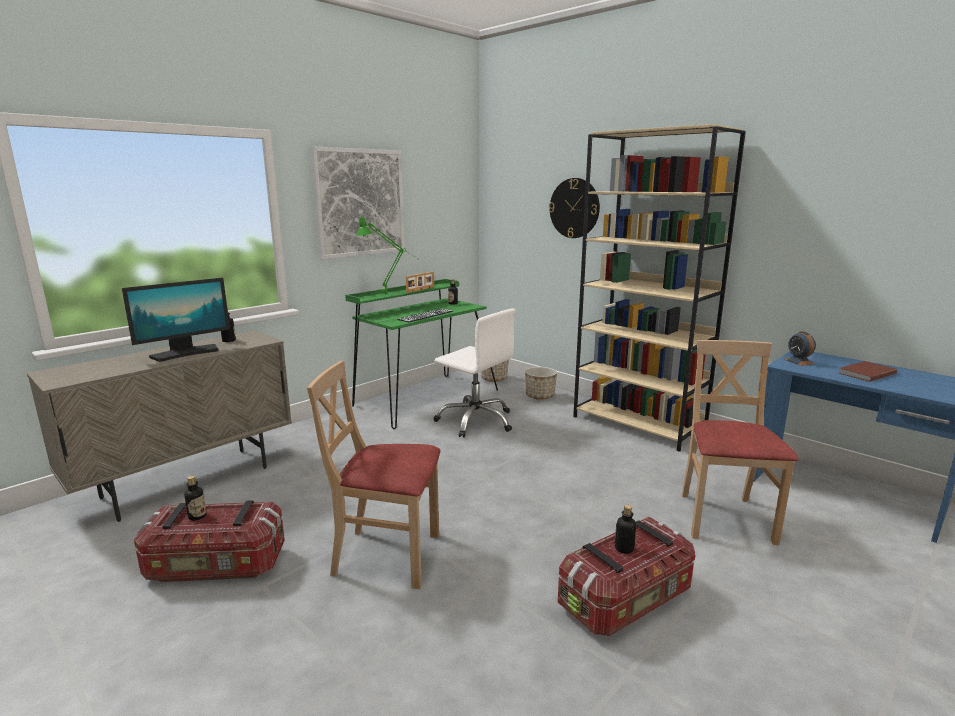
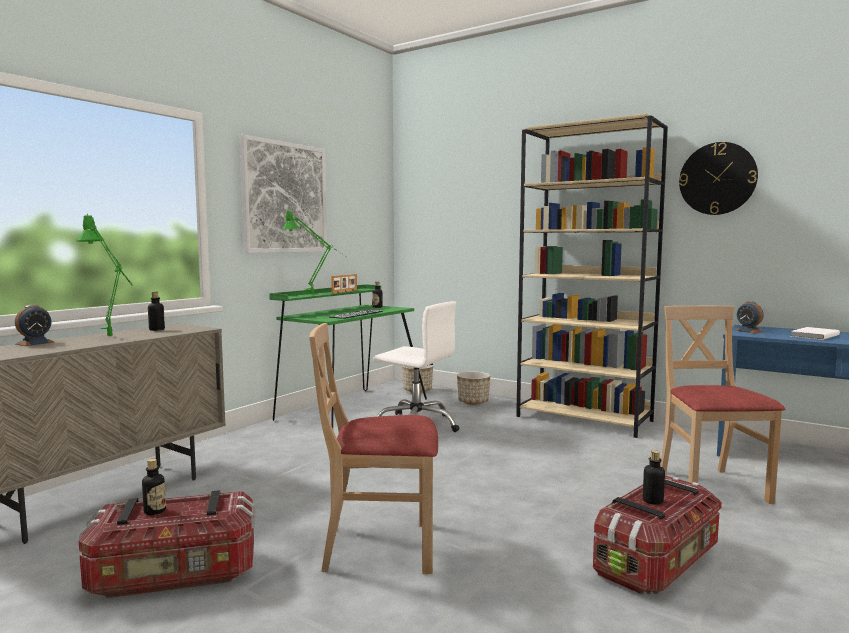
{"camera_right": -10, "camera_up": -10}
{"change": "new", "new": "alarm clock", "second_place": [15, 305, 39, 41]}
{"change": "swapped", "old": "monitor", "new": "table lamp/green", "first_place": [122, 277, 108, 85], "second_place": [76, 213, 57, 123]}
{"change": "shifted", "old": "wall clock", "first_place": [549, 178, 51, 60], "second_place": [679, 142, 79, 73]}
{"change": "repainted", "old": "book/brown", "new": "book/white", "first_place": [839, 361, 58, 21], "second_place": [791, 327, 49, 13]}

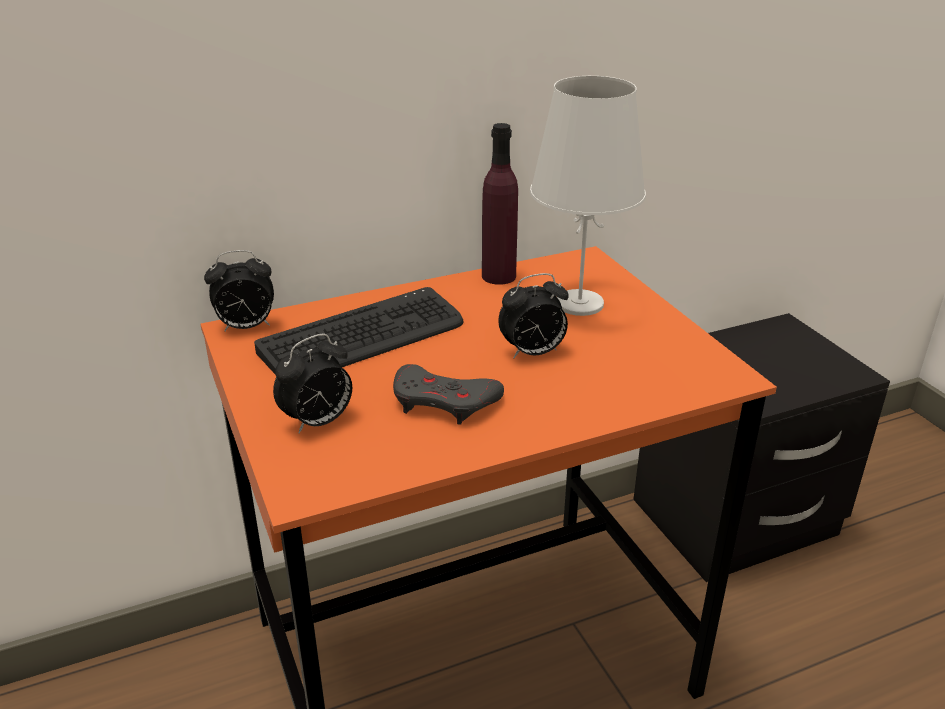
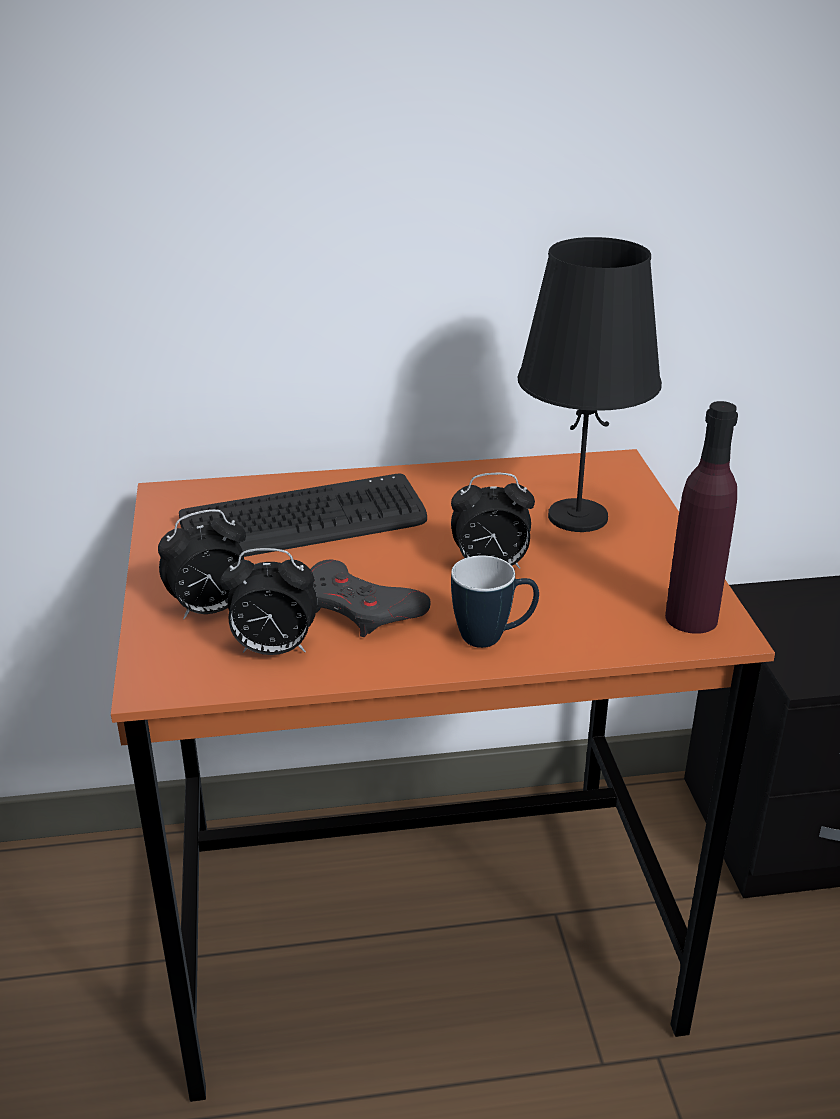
{"camera_right": 15, "camera_up": 0}
{"change": "shifted", "old": "alarm clock", "first_place": [204, 250, 70, 81], "second_place": [220, 548, 97, 107]}
{"change": "new", "new": "mug", "second_place": [451, 555, 88, 93]}
{"change": "repainted", "old": "table lamp/white", "new": "table lamp/black", "first_place": [530, 76, 116, 240], "second_place": [517, 237, 145, 295]}
{"change": "shifted", "old": "bottle/purple", "first_place": [482, 123, 36, 162], "second_place": [665, 401, 73, 233]}

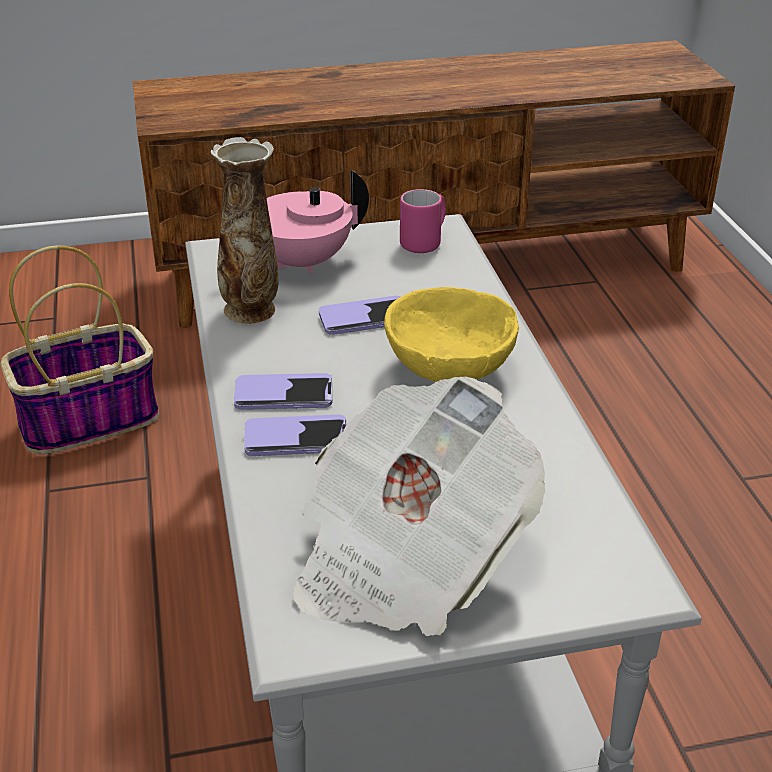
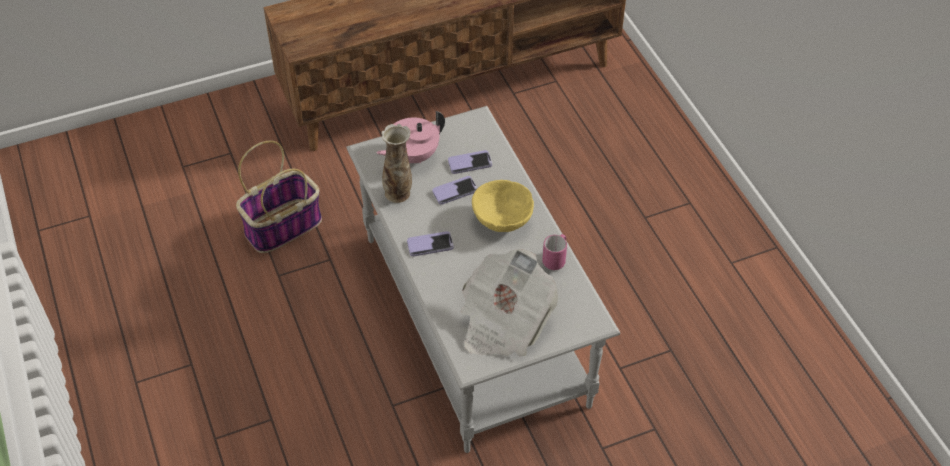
{"camera_right": -10, "camera_up": 15}
{"change": "shifted", "old": "phone", "first_place": [244, 414, 103, 42], "second_place": [448, 150, 44, 24]}
{"change": "shifted", "old": "mug/pink", "first_place": [400, 189, 46, 64], "second_place": [542, 234, 25, 36]}

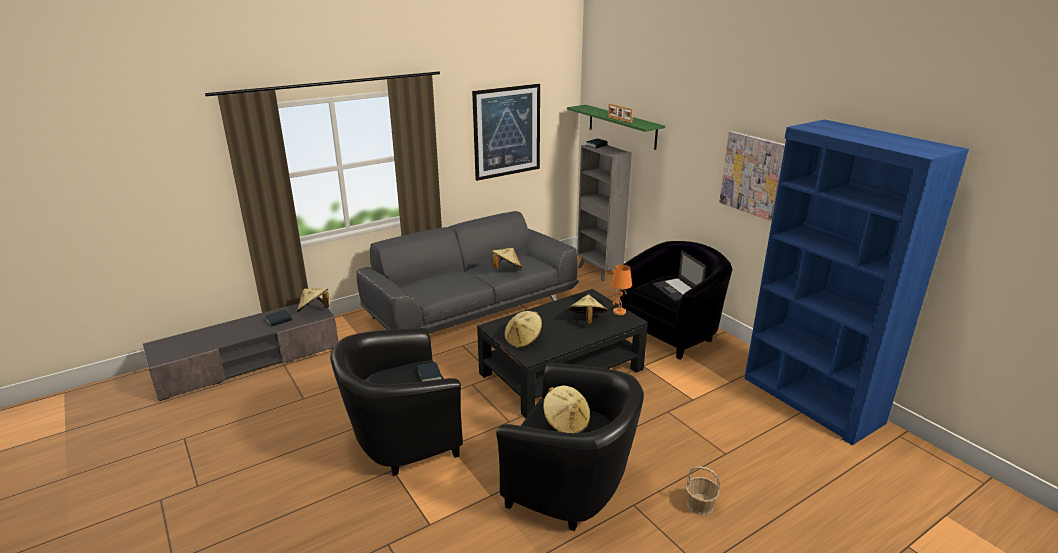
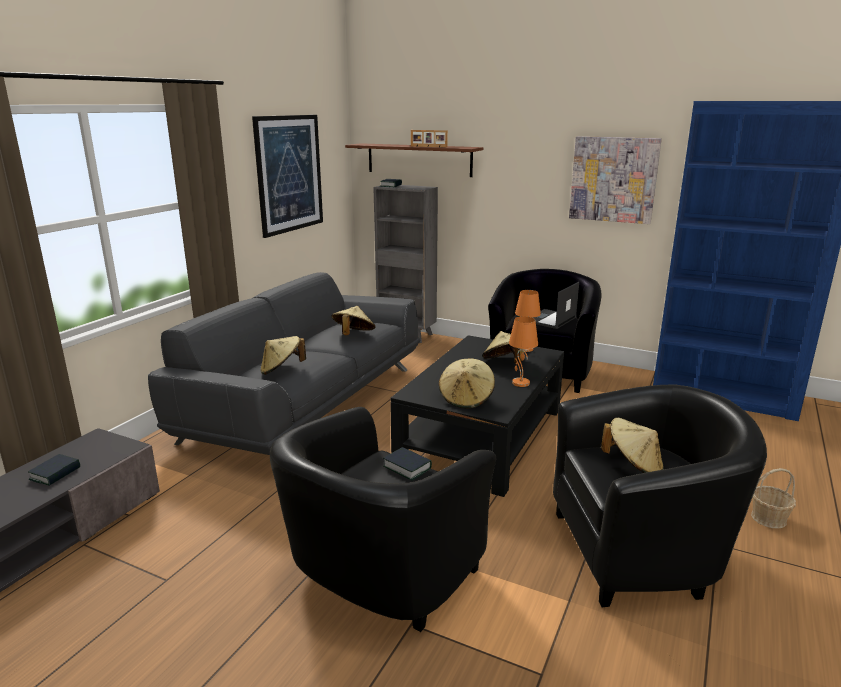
{"camera_right": -30, "camera_up": -5}
{"change": "shifted", "old": "hat/beige", "first_place": [297, 288, 32, 24], "second_place": [260, 336, 46, 39]}
{"change": "repainted", "old": "shelf/green", "new": "shelf/brown", "first_place": [567, 105, 98, 45], "second_place": [345, 143, 138, 34]}
{"change": "new", "new": "table lamp/orange", "second_place": [509, 316, 29, 71]}
{"change": "rotated", "old": "laptop", "first_place": [653, 250, 53, 51], "second_place": [533, 282, 46, 47], "degrees": 90}

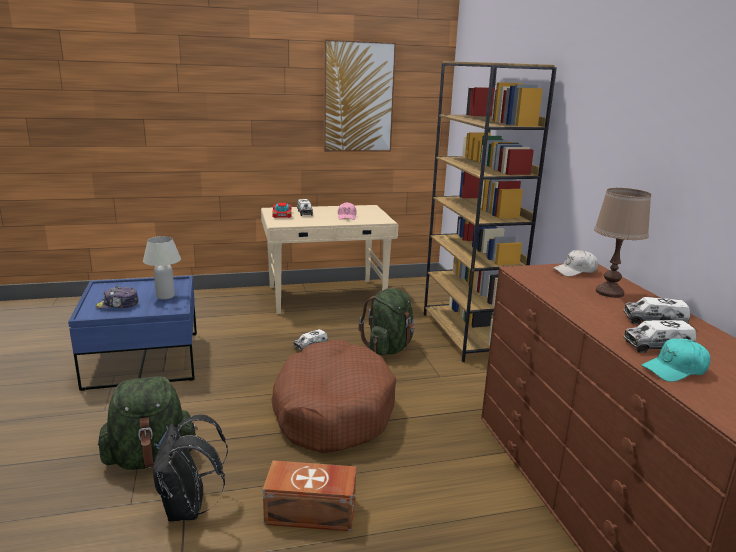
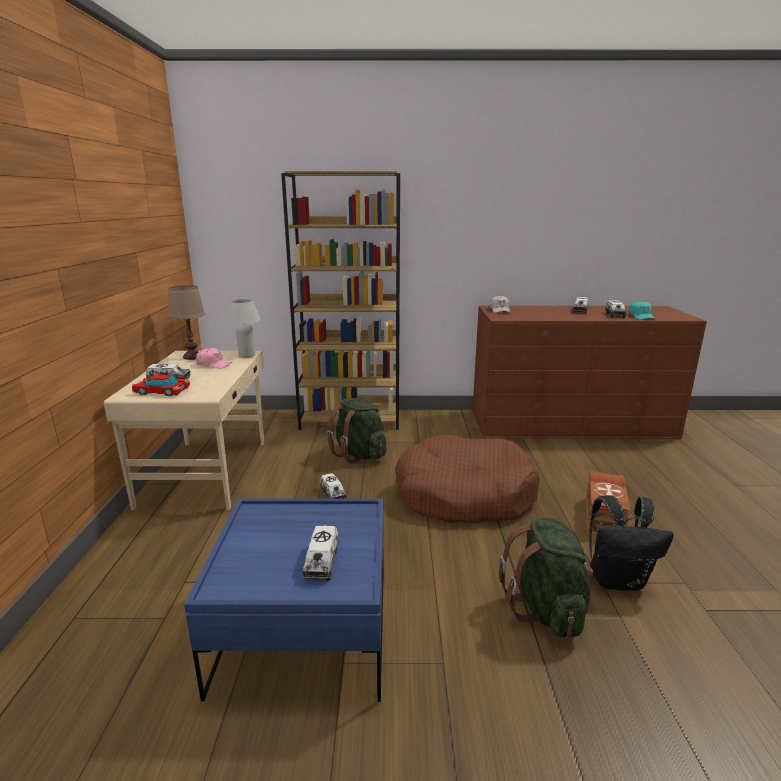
{"camera_right": -75, "camera_up": 0}
{"change": "shifted", "old": "table lamp/brown", "first_place": [594, 188, 57, 110], "second_place": [169, 285, 36, 75]}
{"change": "shifted", "old": "table lamp/white", "first_place": [143, 236, 38, 64], "second_place": [226, 299, 35, 59]}
{"change": "swapped", "old": "cap", "new": "toy truck", "first_place": [96, 287, 43, 22], "second_place": [302, 526, 37, 55]}
{"change": "gone", "old": "picture", "first_place": [323, 39, 73, 113]}

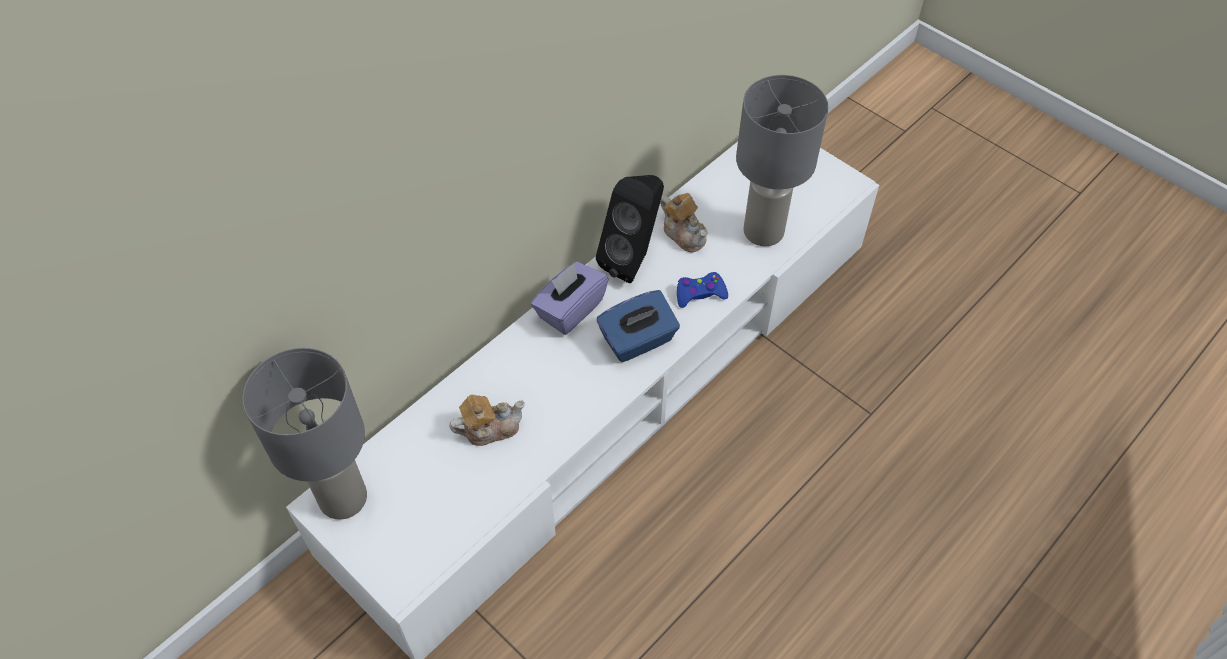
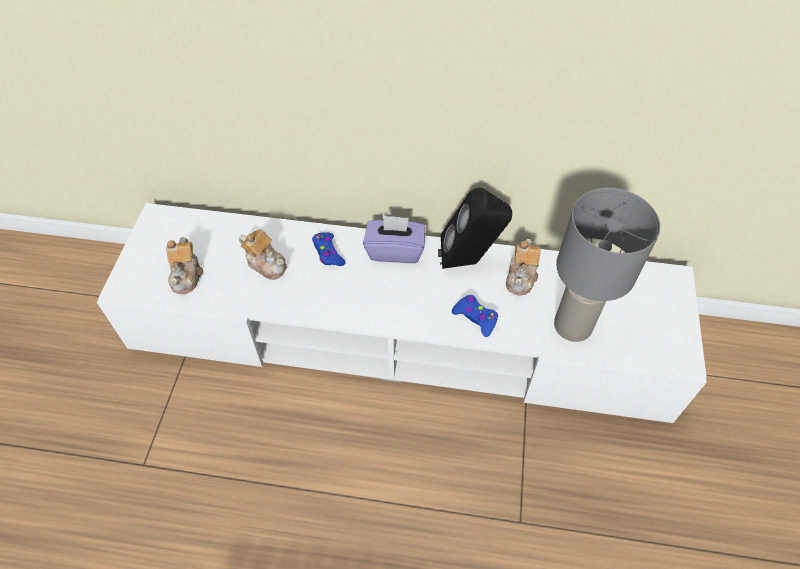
{"camera_right": 55, "camera_up": 0}
{"change": "new", "new": "teapot", "second_place": [166, 237, 37, 57]}
{"change": "new", "new": "game controller/blue", "second_place": [312, 232, 33, 34]}
{"change": "gone", "old": "table lamp/grey", "first_place": [242, 348, 125, 172]}
{"change": "gone", "old": "tissue box/blue", "first_place": [597, 290, 83, 72]}

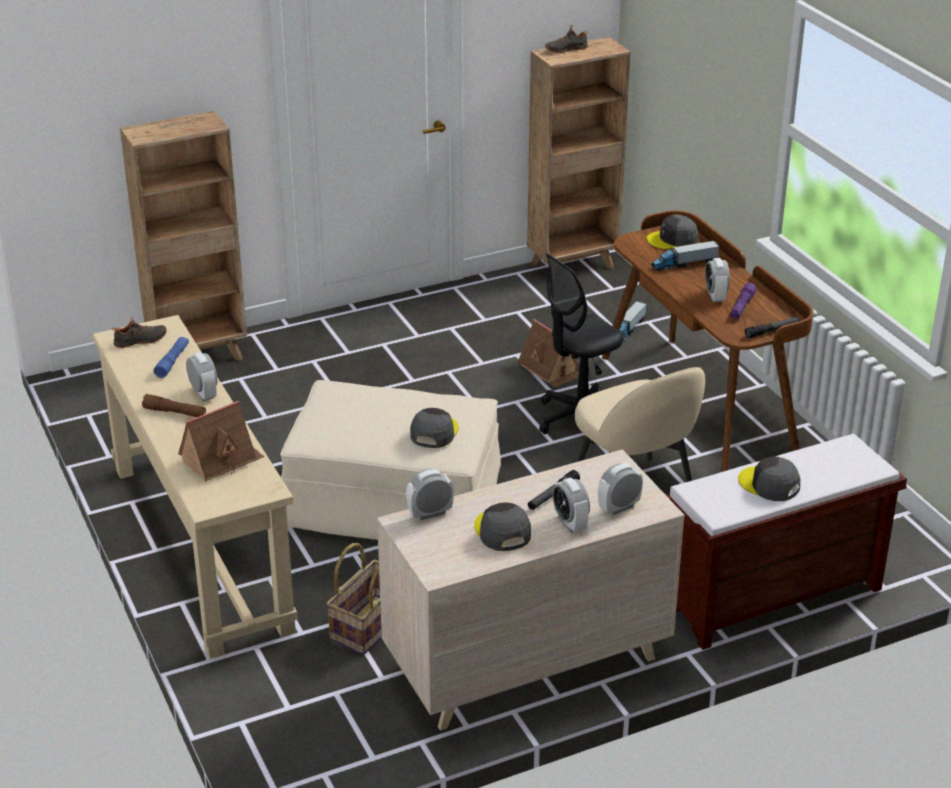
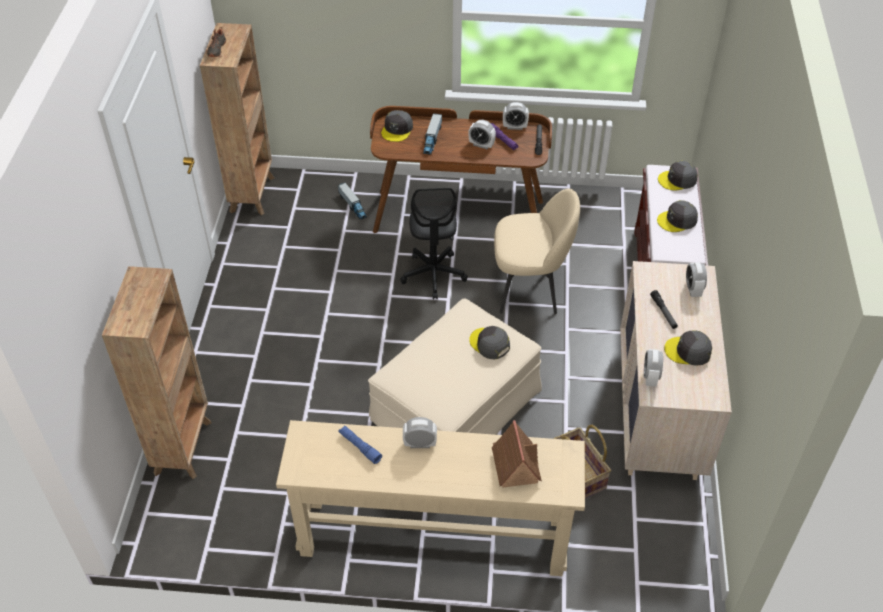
{"camera_right": -60, "camera_up": 15}
{"change": "shifted", "old": "alarm clock", "first_place": [552, 478, 38, 55], "second_place": [503, 102, 26, 28]}
{"change": "new", "new": "cap/grey", "second_place": [658, 161, 40, 30]}
{"change": "gone", "old": "shoe/black", "first_place": [112, 317, 55, 31]}
{"change": "gone", "old": "flashlight/brown", "first_place": [142, 394, 64, 23]}
{"change": "gone", "old": "toy house", "first_place": [518, 319, 61, 68]}

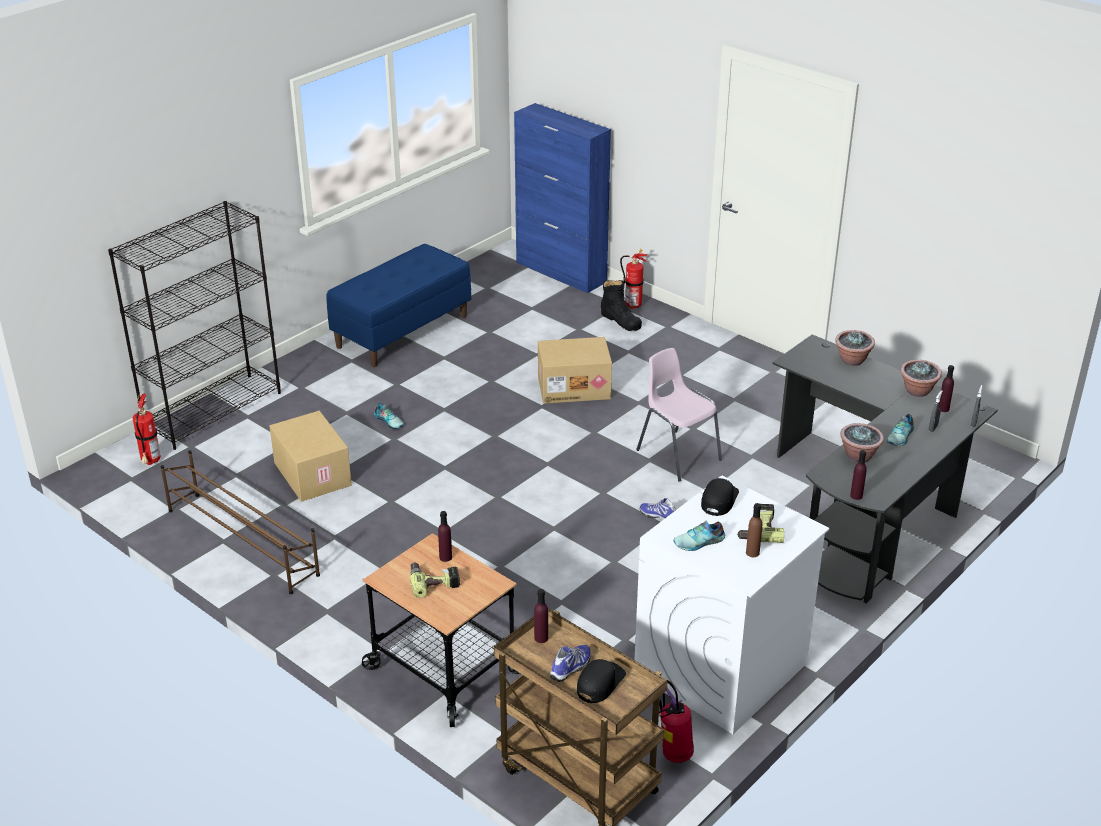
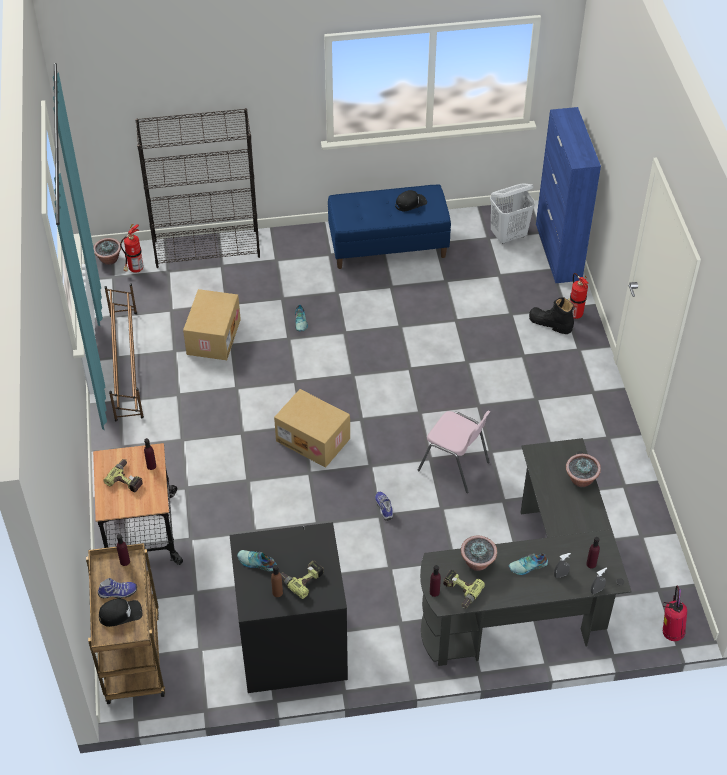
{"camera_right": 40, "camera_up": 15}
{"change": "shifted", "old": "potted plant", "first_place": [901, 360, 41, 37], "second_place": [93, 238, 28, 27]}
{"change": "repainted", "old": "washing machine/white", "new": "washing machine/black", "first_place": [635, 475, 195, 259], "second_place": [230, 522, 118, 171]}
{"change": "shifted", "old": "cardboard box", "first_place": [538, 337, 74, 67], "second_place": [274, 389, 76, 79]}
{"change": "shifted", "old": "cap/black", "first_place": [701, 478, 38, 38], "second_place": [395, 190, 32, 21]}
{"change": "rotated", "old": "chair/pink", "first_place": [636, 348, 86, 134], "second_place": [417, 411, 73, 82], "degrees": 120}
{"change": "new", "new": "power drill", "second_place": [443, 570, 42, 38]}
{"change": "new", "new": "laundry basket/white", "second_place": [490, 183, 45, 61]}
{"change": "rotated", "old": "boot/black", "first_place": [601, 280, 41, 51], "second_place": [529, 297, 46, 37], "degrees": 120}
{"change": "shifted", "old": "fire extinguisher", "first_place": [659, 681, 35, 82], "second_place": [663, 585, 24, 56]}

